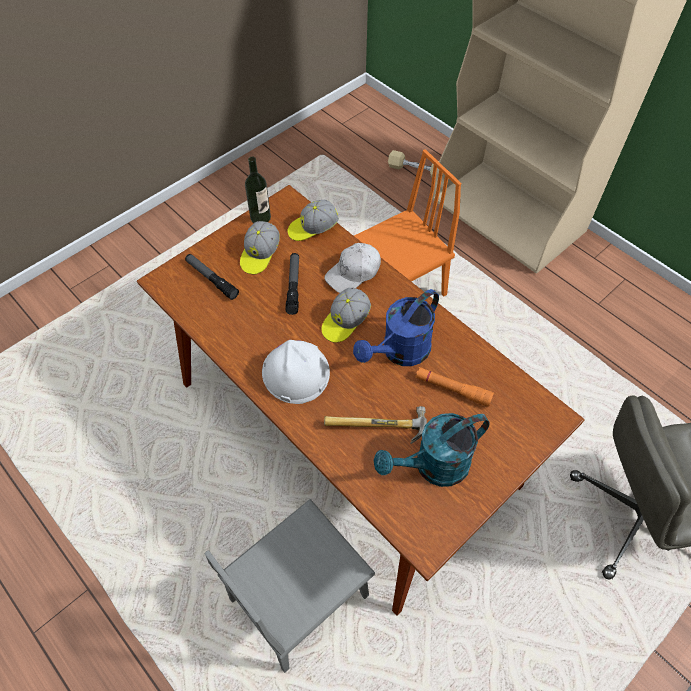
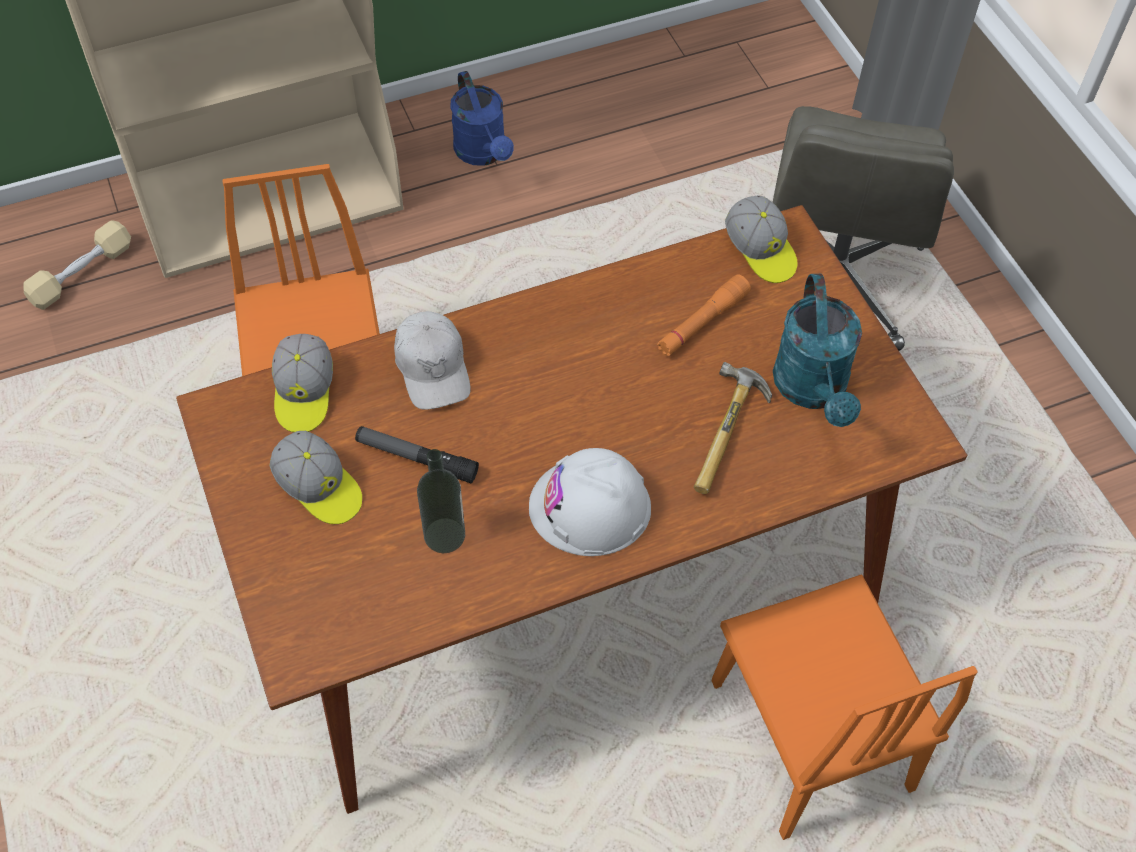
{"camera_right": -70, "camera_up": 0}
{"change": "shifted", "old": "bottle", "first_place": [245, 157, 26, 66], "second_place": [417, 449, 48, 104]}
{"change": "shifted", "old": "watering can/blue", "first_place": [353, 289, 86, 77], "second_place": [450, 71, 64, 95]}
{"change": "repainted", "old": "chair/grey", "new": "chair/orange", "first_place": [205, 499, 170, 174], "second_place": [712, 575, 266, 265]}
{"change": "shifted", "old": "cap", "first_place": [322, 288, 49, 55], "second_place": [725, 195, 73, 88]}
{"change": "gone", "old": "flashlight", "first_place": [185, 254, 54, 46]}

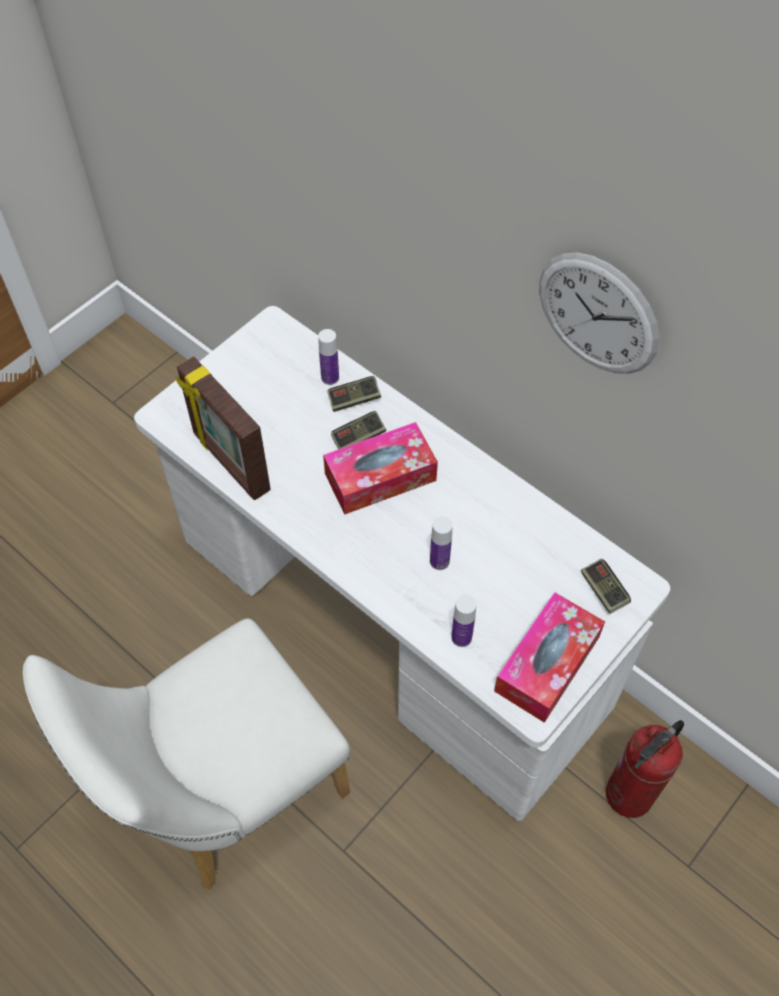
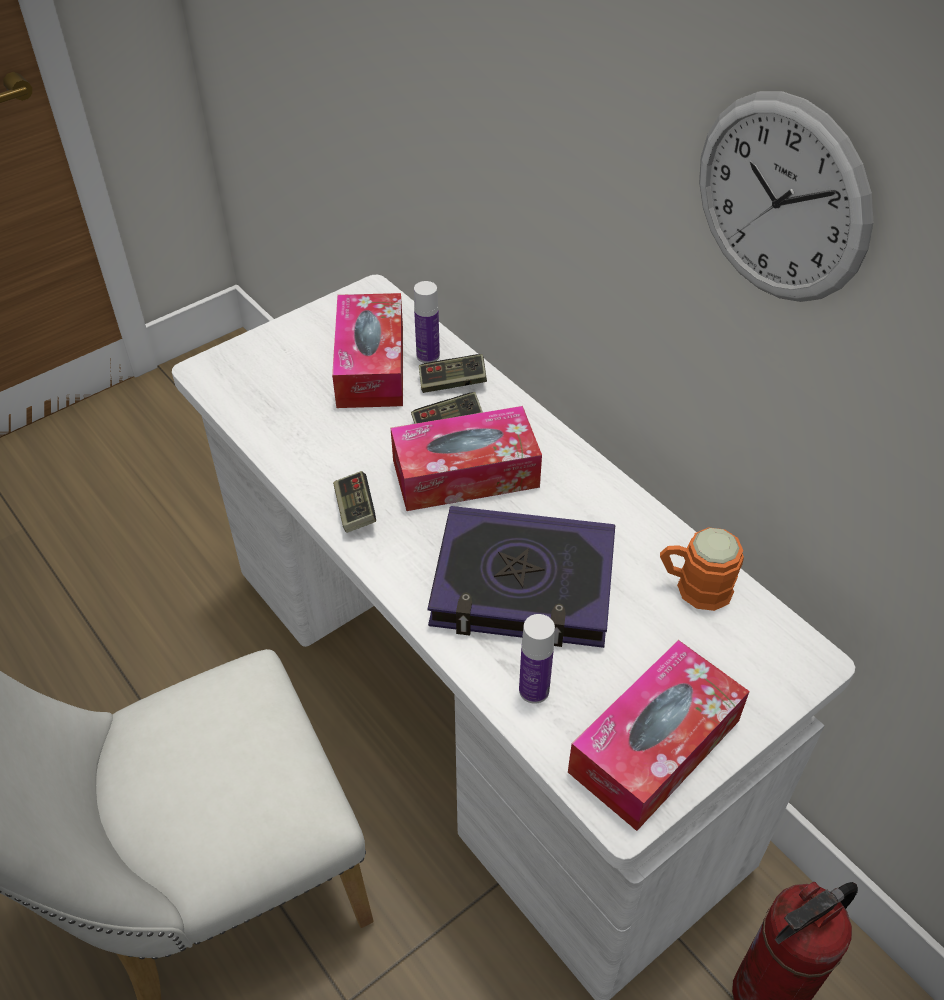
{"camera_right": 10, "camera_up": -10}
{"change": "new", "new": "tissue box", "second_place": [332, 293, 71, 115]}
{"change": "shifted", "old": "game controller", "first_place": [581, 559, 50, 55], "second_place": [333, 471, 43, 62]}
{"change": "swapped", "old": "bottle", "new": "book", "first_place": [430, 517, 23, 53], "second_place": [428, 506, 187, 142]}
{"change": "new", "new": "mug/orange", "second_place": [660, 527, 84, 84]}
{"change": "gone", "old": "picture frame", "first_place": [176, 356, 95, 144]}

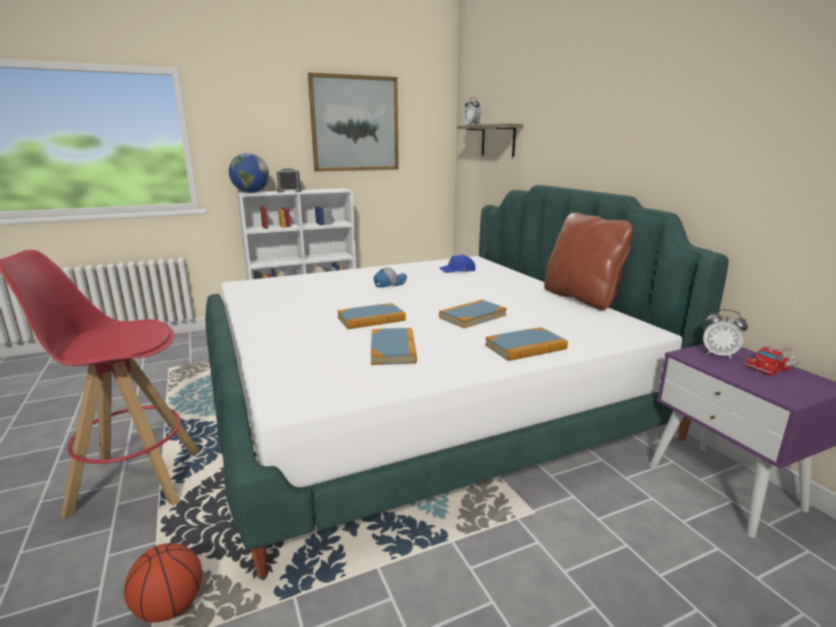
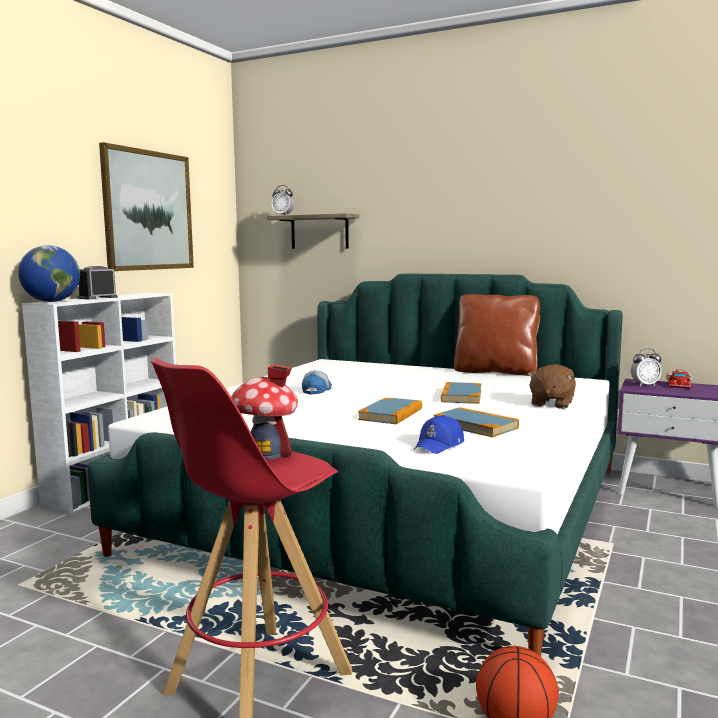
{"camera_right": -40, "camera_up": -10}
{"change": "new", "new": "toy house", "second_place": [231, 364, 67, 96]}
{"change": "shifted", "old": "cap/blue", "first_place": [440, 254, 35, 19], "second_place": [414, 415, 50, 39]}
{"change": "swapped", "old": "book", "new": "plush toy/brown", "first_place": [485, 327, 83, 34], "second_place": [528, 364, 48, 45]}

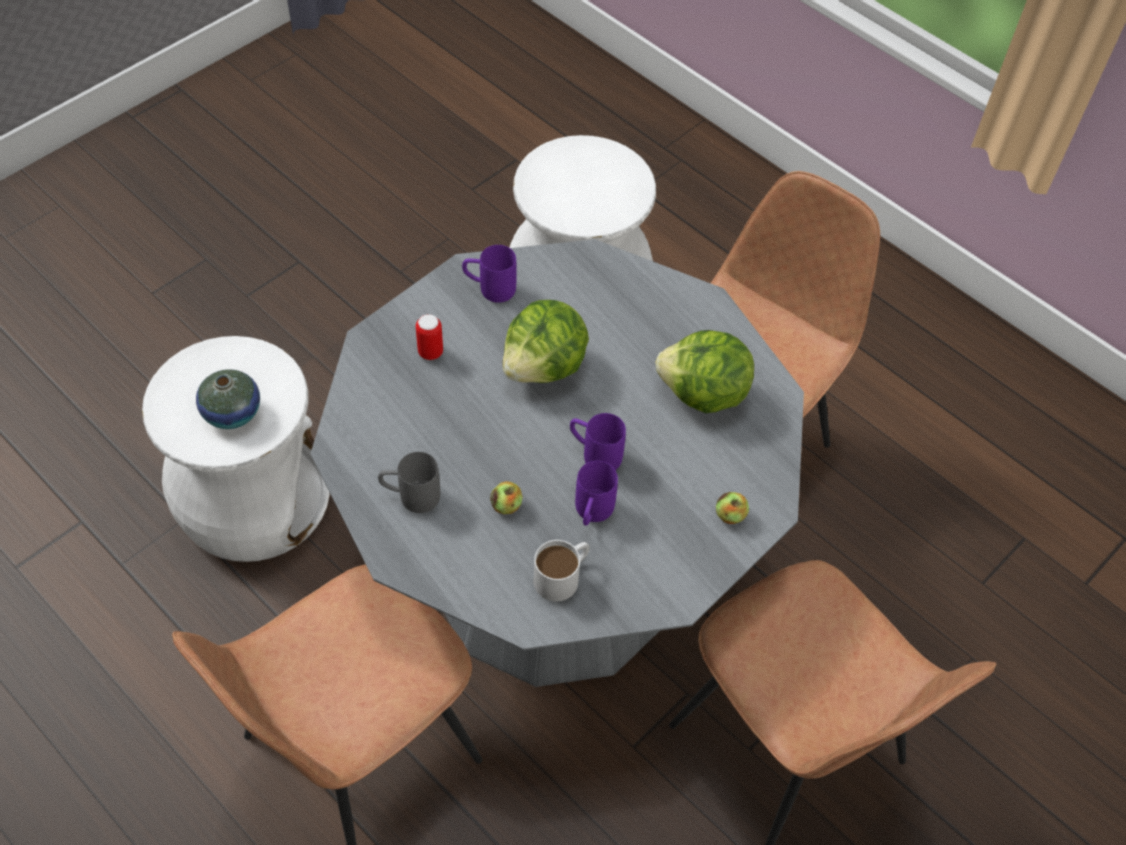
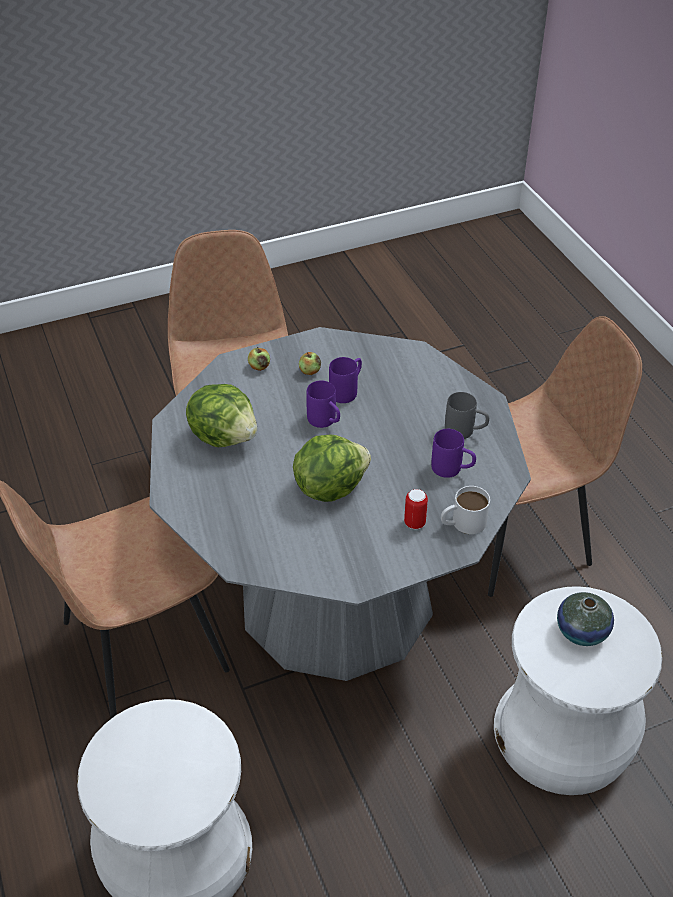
{"camera_right": -155, "camera_up": -10}
{"change": "shifted", "old": "apple", "first_place": [490, 481, 33, 34], "second_place": [299, 352, 22, 23]}
{"change": "shifted", "old": "mug/purple", "first_place": [462, 245, 55, 58], "second_place": [431, 429, 45, 49]}
{"change": "shifted", "old": "mug/white", "first_place": [534, 540, 56, 61], "second_place": [441, 486, 49, 48]}

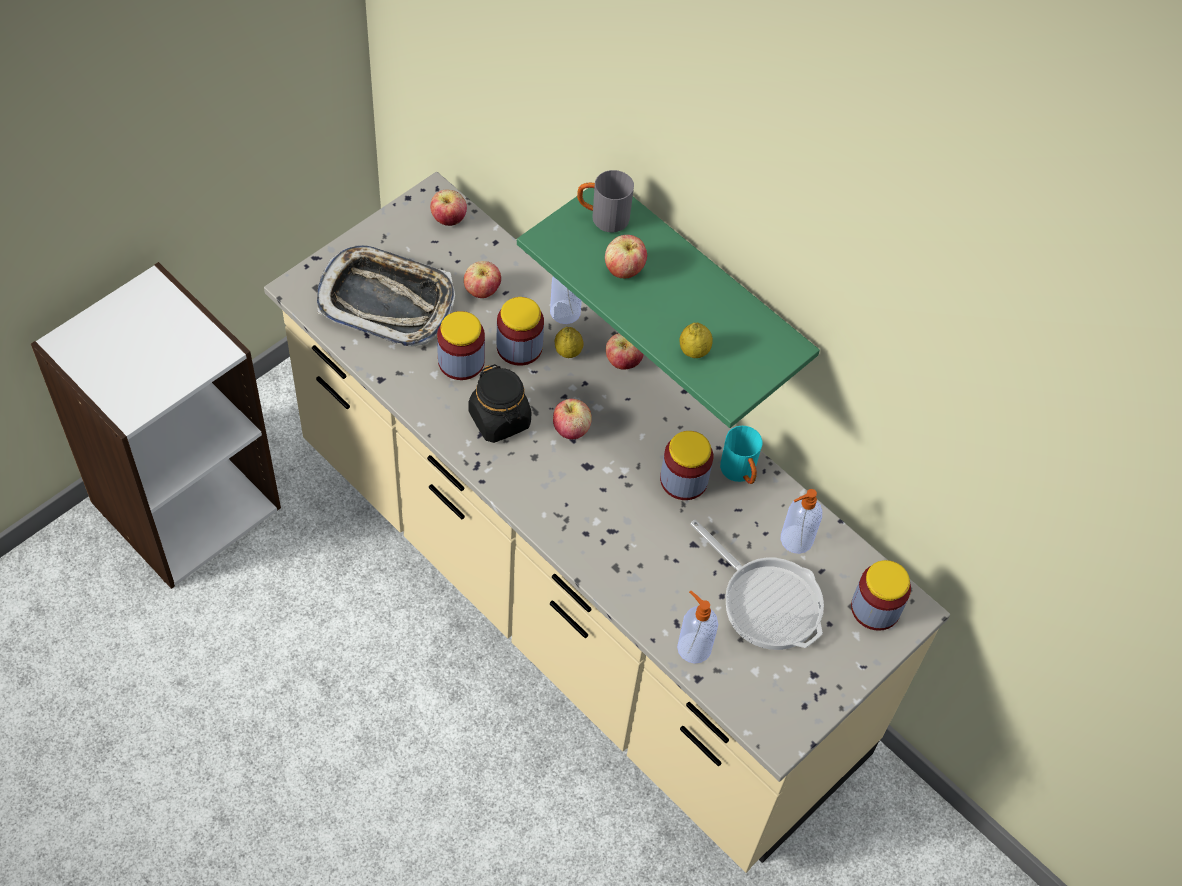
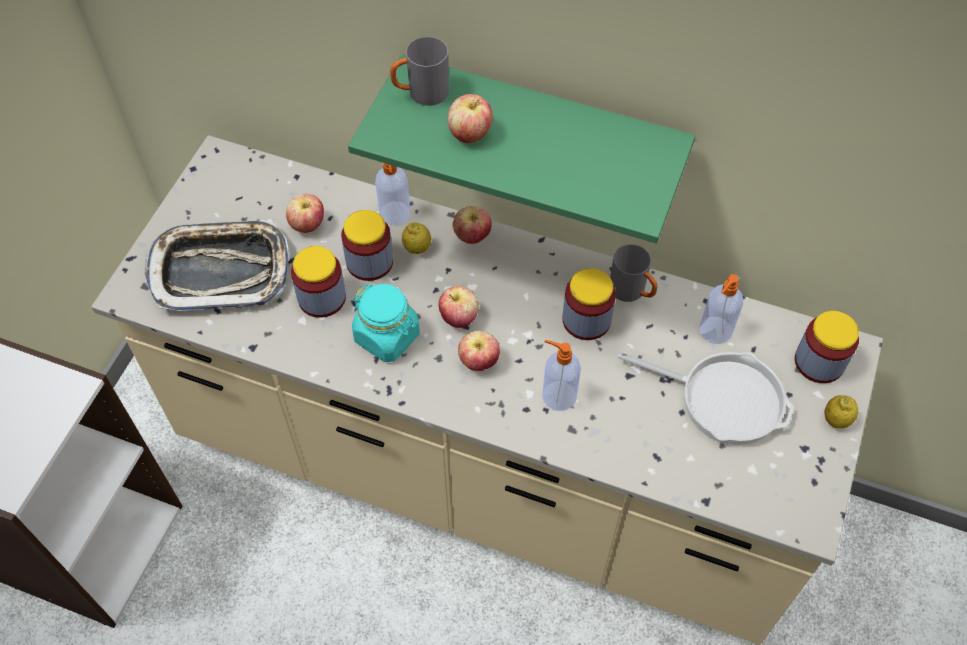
{"camera_right": -20, "camera_up": 0}
{"change": "repainted", "old": "jar/black", "new": "jar/turquoise", "first_place": [468, 364, 63, 79], "second_place": [352, 284, 68, 78]}
{"change": "shifted", "old": "apple", "first_place": [430, 190, 37, 36], "second_place": [458, 331, 42, 40]}
{"change": "shifted", "old": "soap dispenser", "first_place": [677, 590, 41, 74], "second_place": [542, 340, 39, 71]}
{"change": "repainted", "old": "mug/turquoise", "new": "mug/grey", "first_place": [720, 426, 43, 58], "second_place": [610, 244, 47, 58]}
{"change": "shifted", "old": "lemon", "first_place": [679, 323, 34, 35], "second_place": [824, 395, 34, 33]}

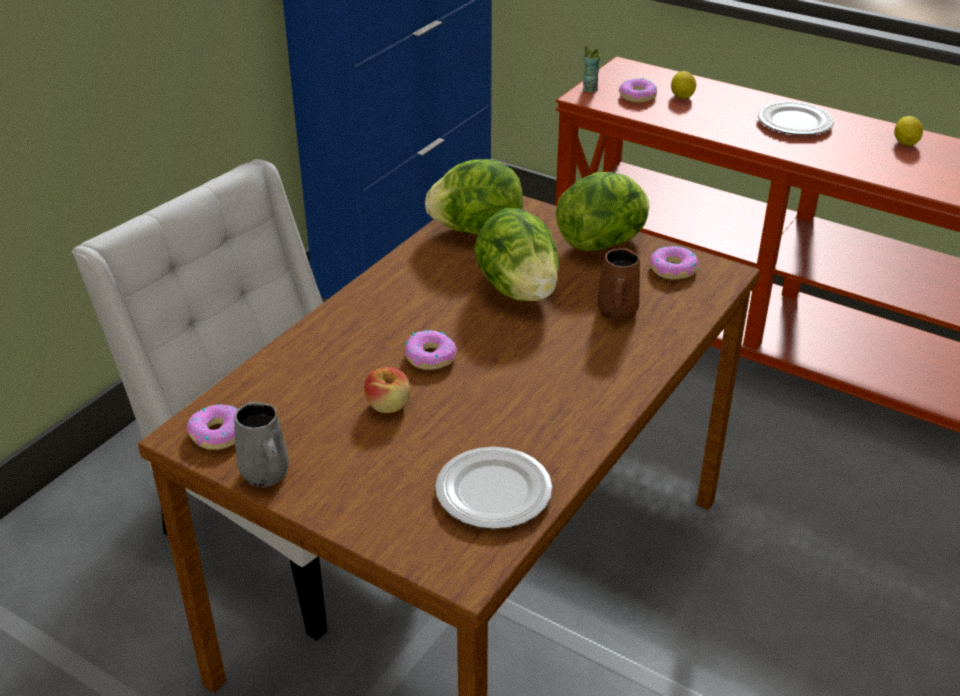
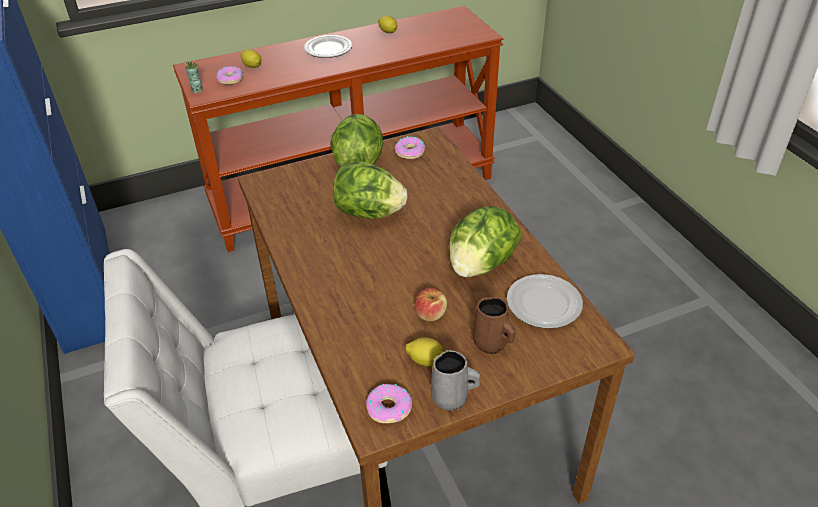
{"camera_right": -55, "camera_up": 5}
{"change": "new", "new": "lemon", "second_place": [406, 337, 37, 29]}
{"change": "shifted", "old": "lettuce", "first_place": [425, 159, 98, 76], "second_place": [449, 206, 73, 72]}
{"change": "shifted", "old": "mug/brown", "first_place": [597, 248, 43, 73], "second_place": [473, 297, 42, 57]}
{"change": "gone", "old": "donut", "first_place": [405, 330, 52, 40]}

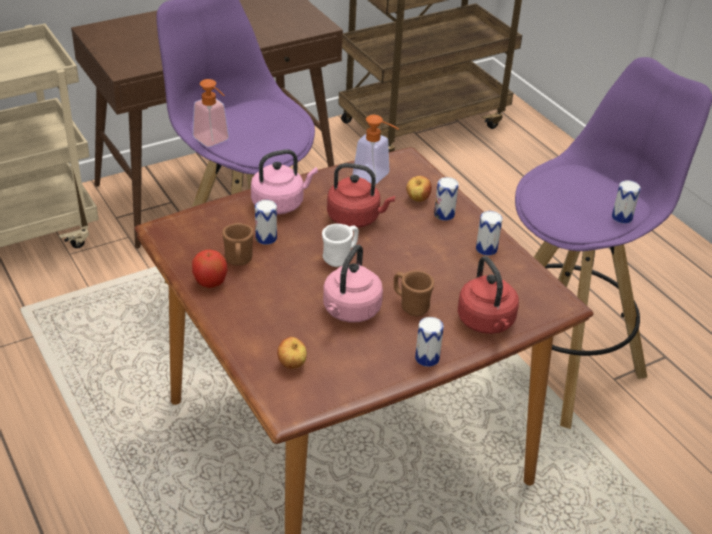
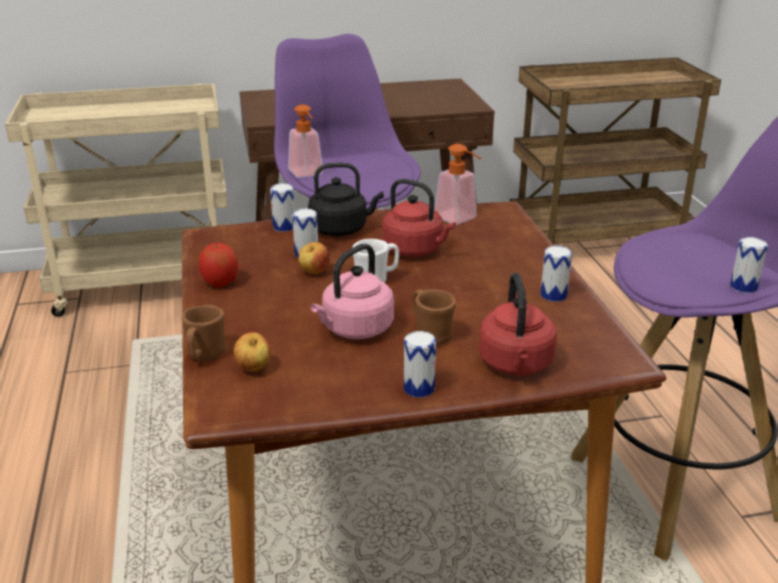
{"camera_right": 20, "camera_up": -10}
{"change": "shifted", "old": "mug/brown", "first_place": [222, 223, 32, 43], "second_place": [182, 305, 44, 56]}
{"change": "shifted", "old": "can", "first_place": [434, 177, 25, 44], "second_place": [270, 183, 25, 49]}
{"change": "shifted", "old": "apple", "first_place": [406, 176, 26, 26], "second_place": [298, 242, 32, 32]}
{"change": "repainted", "old": "kettle/pink", "new": "kettle/black", "first_place": [251, 149, 67, 65], "second_place": [308, 163, 76, 73]}

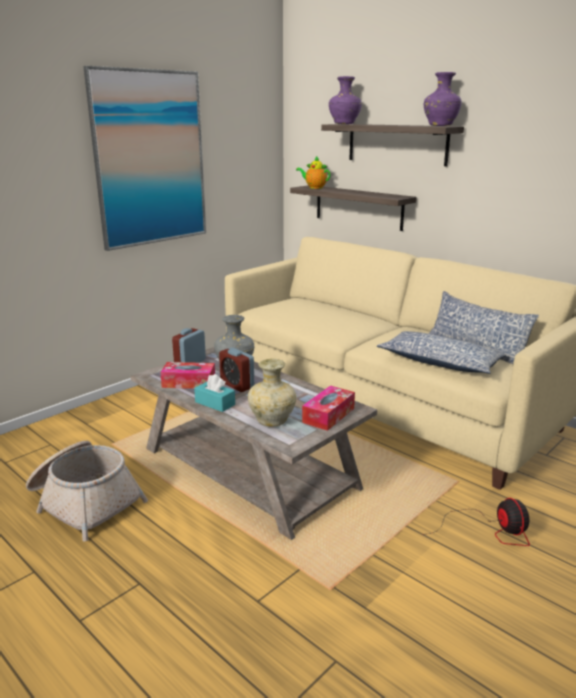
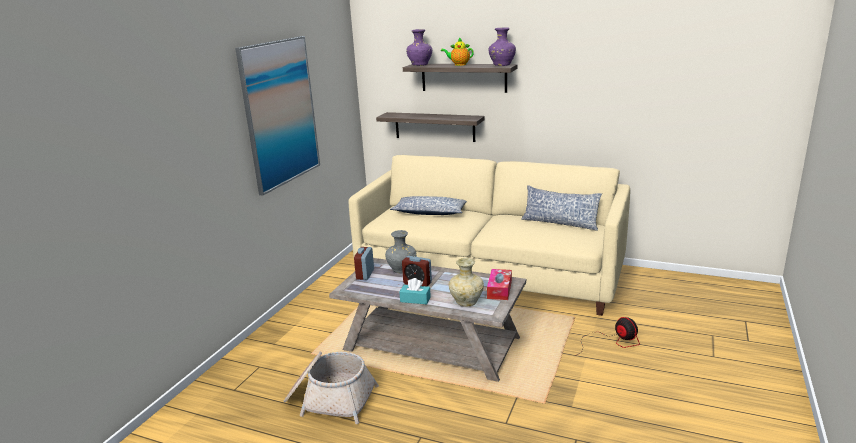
{"camera_right": -20, "camera_up": 0}
{"change": "shifted", "old": "pillow", "first_place": [377, 331, 129, 43], "second_place": [390, 196, 77, 19]}
{"change": "shifted", "old": "teapot", "first_place": [296, 156, 35, 33], "second_place": [441, 37, 33, 29]}
{"change": "gone", "old": "tissue box", "first_place": [160, 362, 55, 27]}

